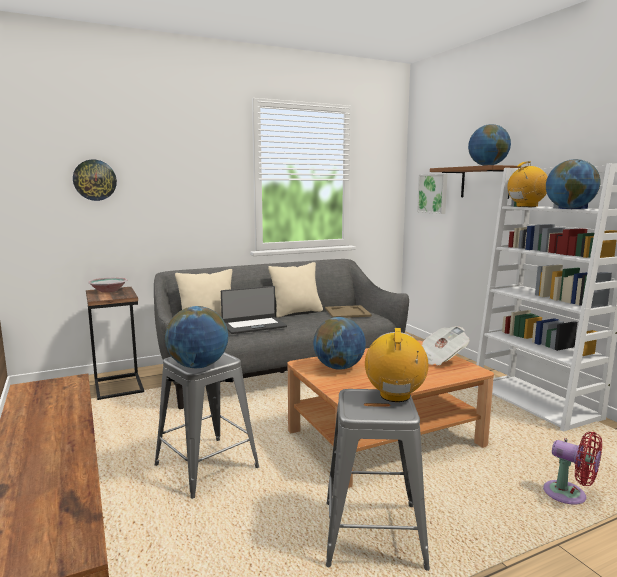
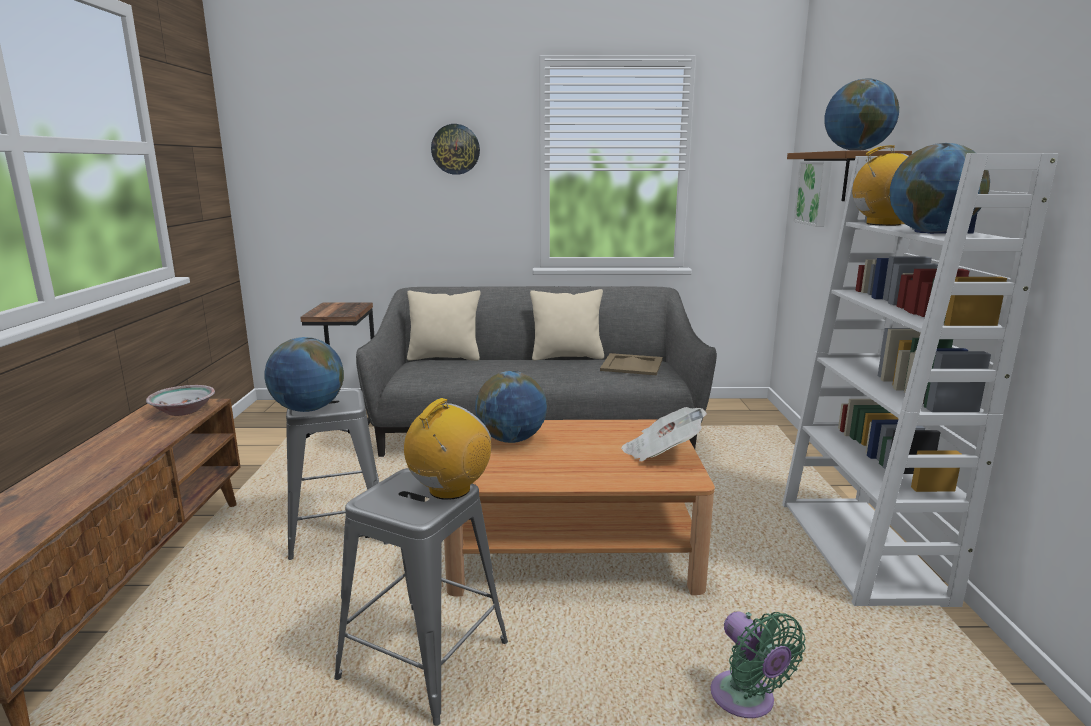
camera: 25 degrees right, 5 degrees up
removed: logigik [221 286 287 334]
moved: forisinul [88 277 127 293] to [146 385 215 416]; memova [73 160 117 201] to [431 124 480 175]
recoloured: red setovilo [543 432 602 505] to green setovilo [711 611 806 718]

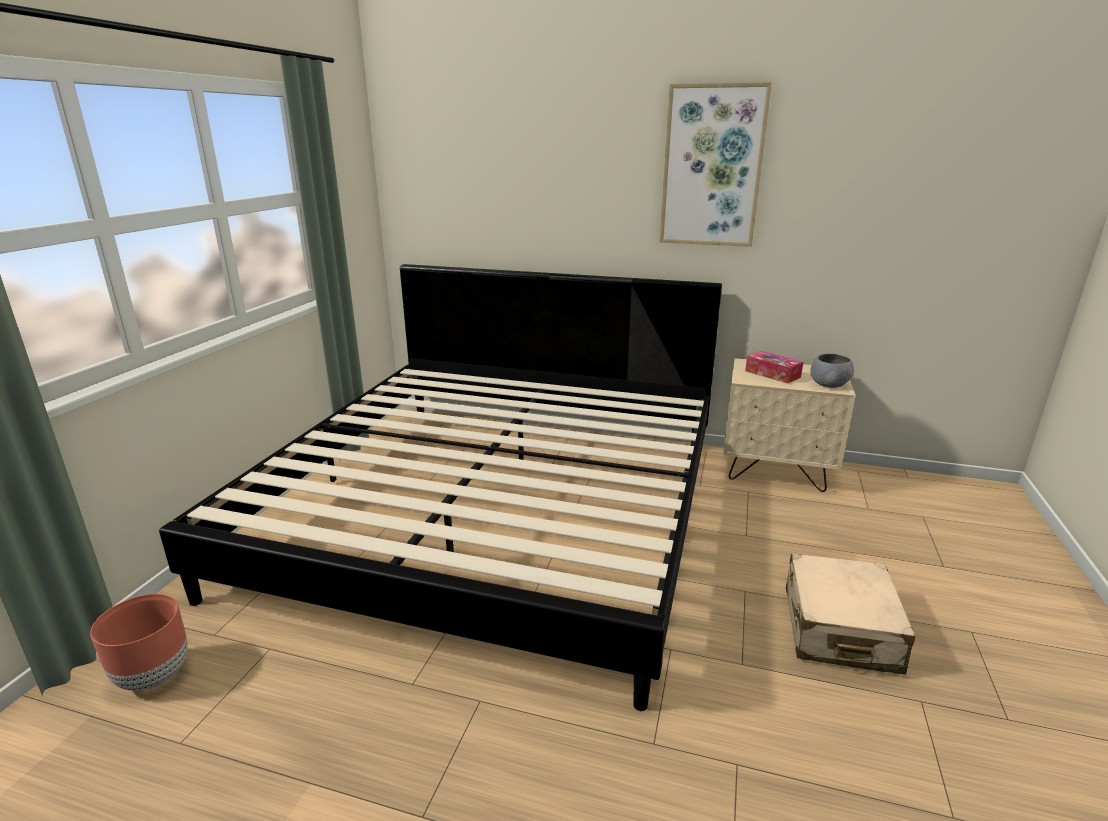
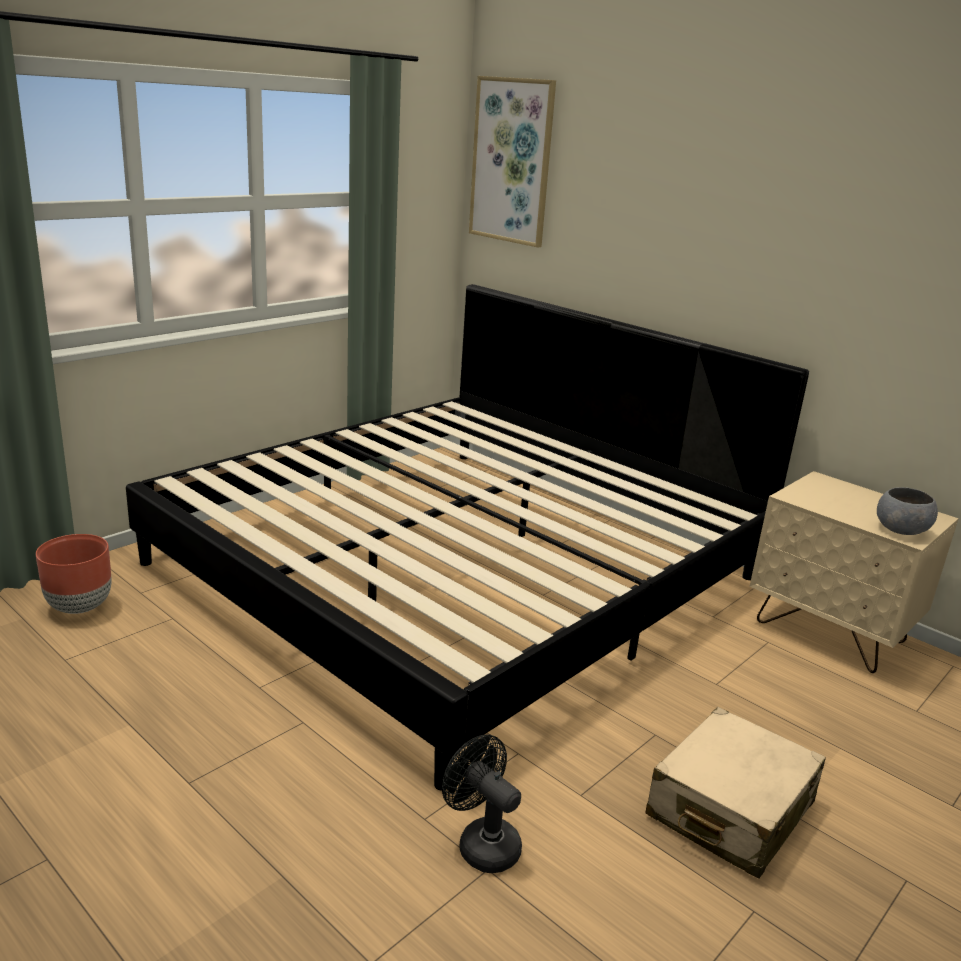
camera: 25 degrees right, 0 degrees up
removed: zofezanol [745 351 803 383]
added: black setovilo [442 735 522 873]
moved: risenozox [660 82 772 247] to [469 76 556 247]

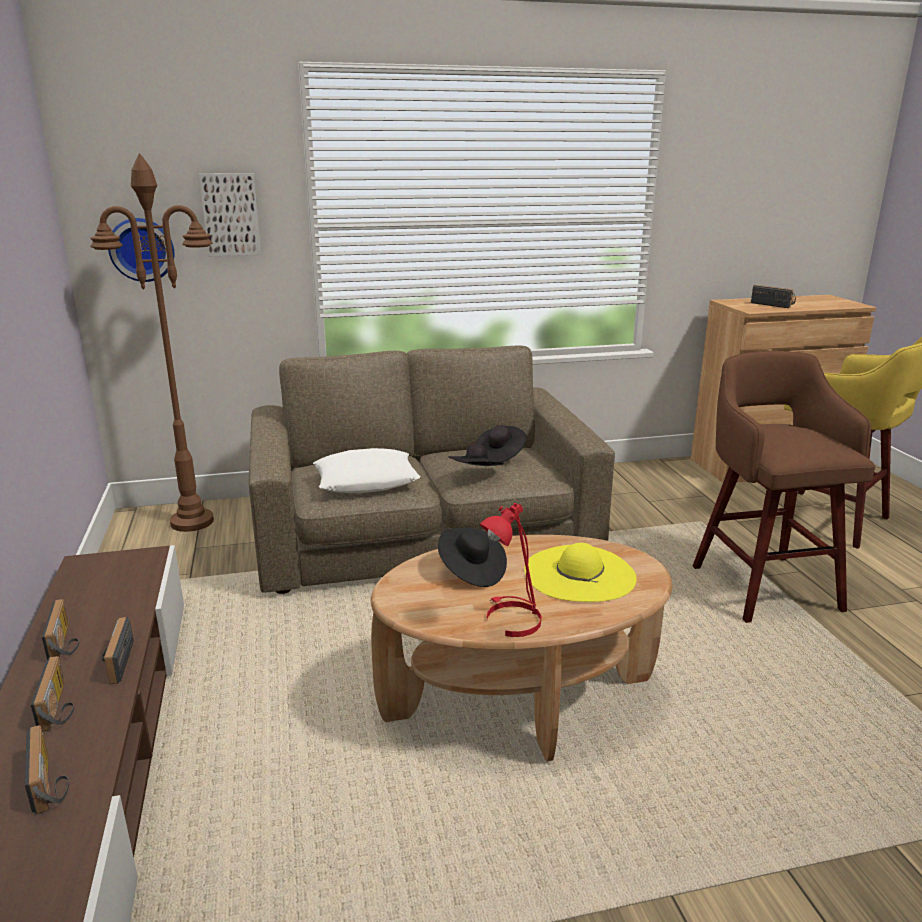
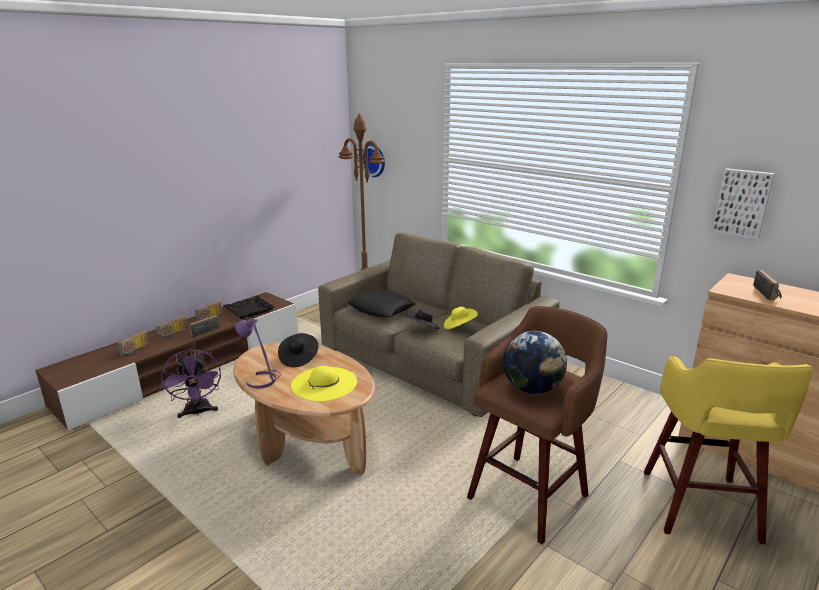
camera: 55 degrees right, 0 degrees up
added: purple setovilo [161 349 221 418]; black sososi [223 296 275 319]; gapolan [503 331 567 394]
moved: risenozox [199 173 261 256] to [712 168 775 240]
recoloured: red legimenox [480 503 542 637] to purple legimenox [235 317 281 389]; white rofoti [313 448 420 493] to black rofoti [348 289 415 317]; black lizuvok [476 425 527 462] to yellow lizuvok [444 307 478 329]

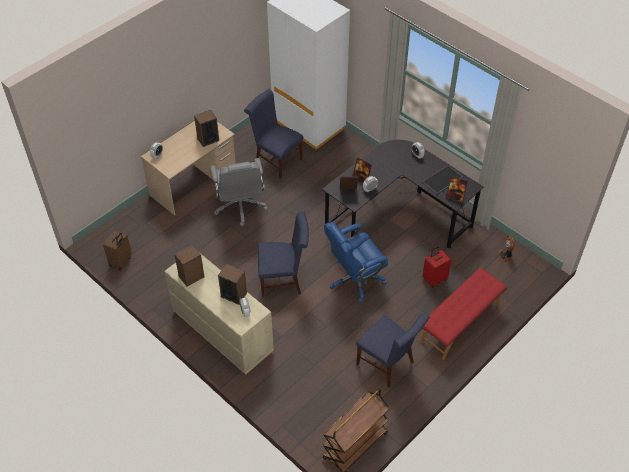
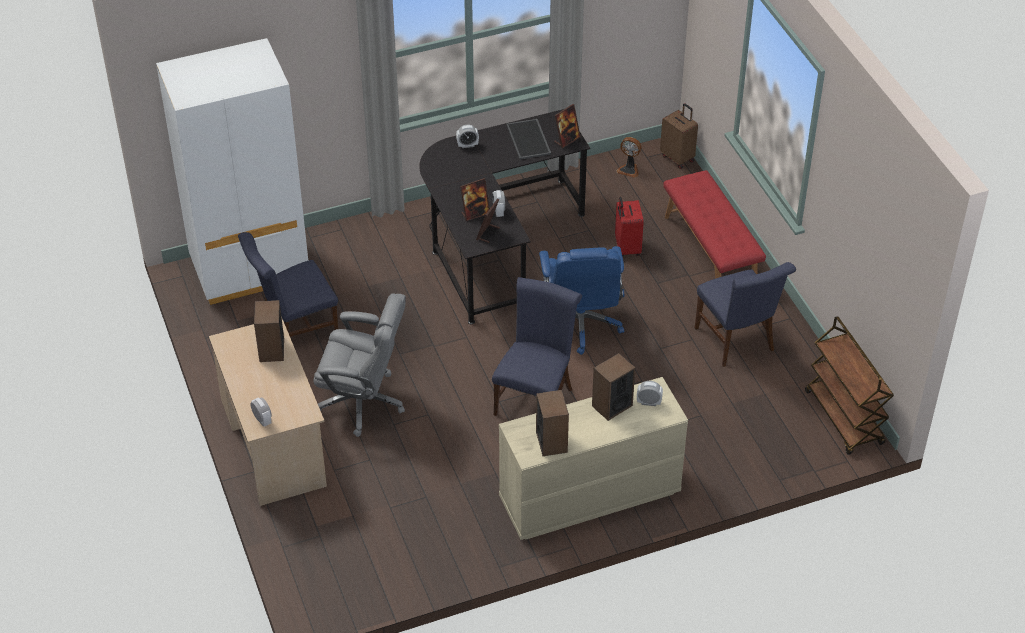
camera: 65 degrees left, 5 degrees down
moved: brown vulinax [103 230 132 270] to [660 103 698 169]
turned: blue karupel [356 314 430 388] = [695 262 796 367] 90 degrees clockwise

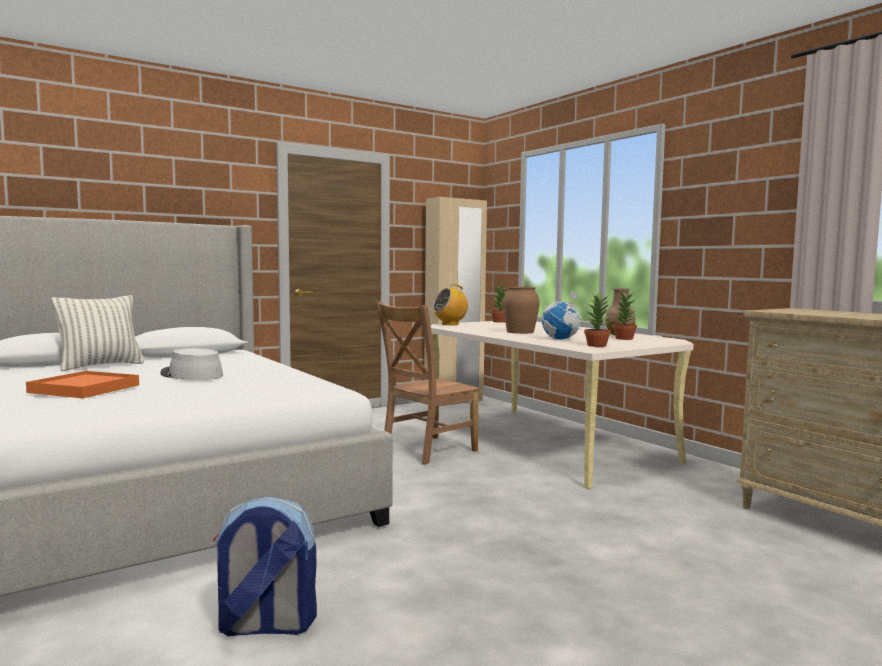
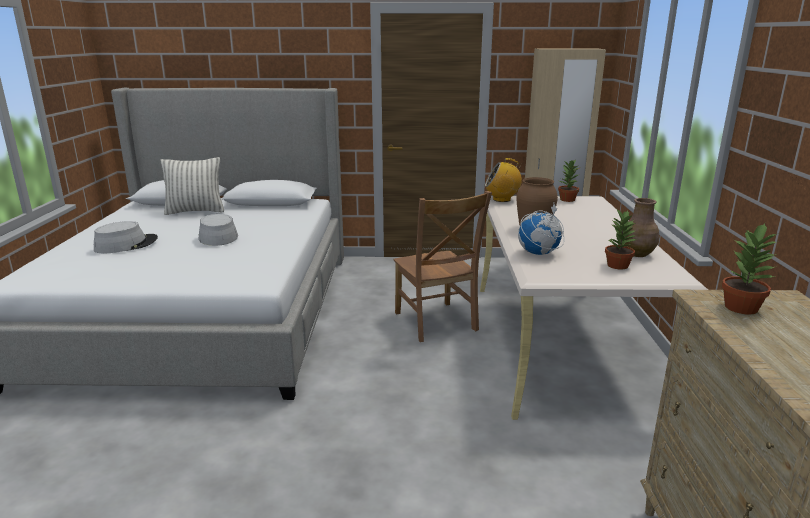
camera: 35 degrees right, 15 degrees up
removed: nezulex [213 496 317 636]
moved: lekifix [584 293 611 347] to [722 223 779 315]
replaced: orange sososi [26 371 139 398] to grey lizuvok [94 221 158 253]
turned: brown karupel [375 302 480 465] = [393 191 492 342] 105 degrees counterclockwise

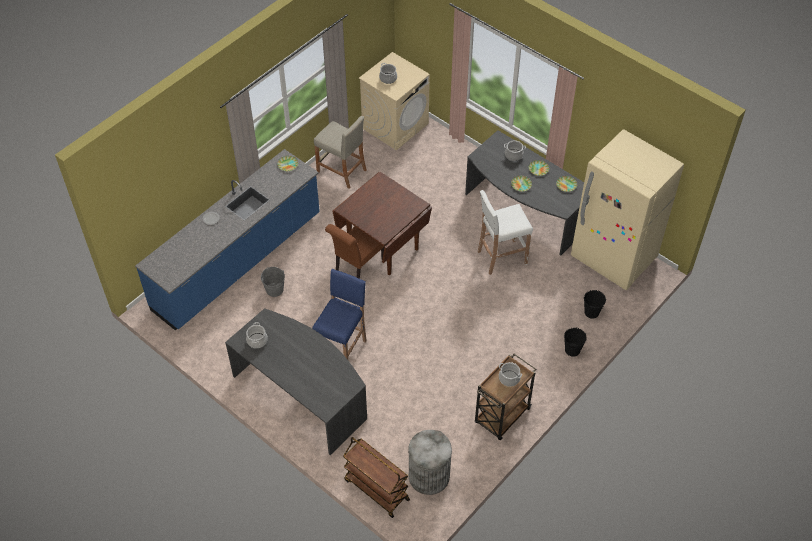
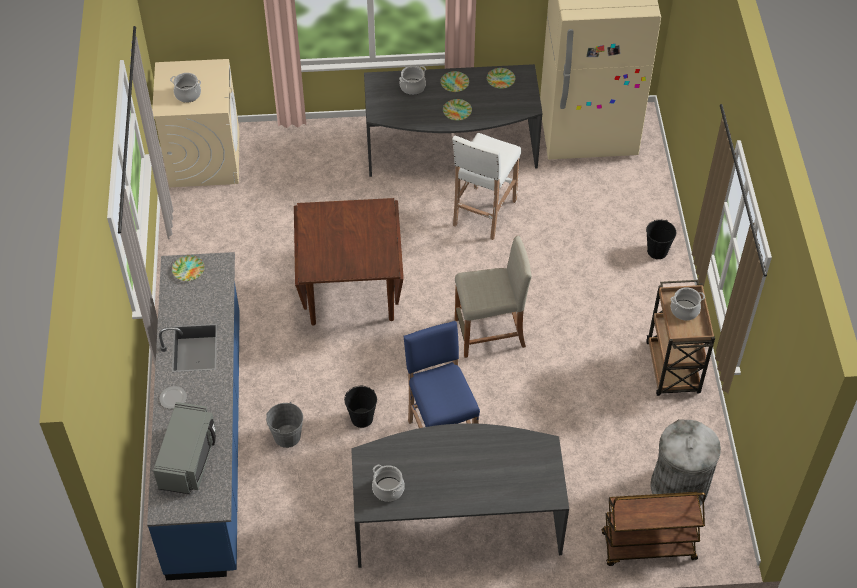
camera: 45 degrees left, 0 degrees up
removed: brown karupel [325 224 385 279]
added: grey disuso [153 402 216 494]
moved: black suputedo [584 290 606 319] to [344 386 377 428]; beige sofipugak [314 115 367 189] to [455 235 532 358]

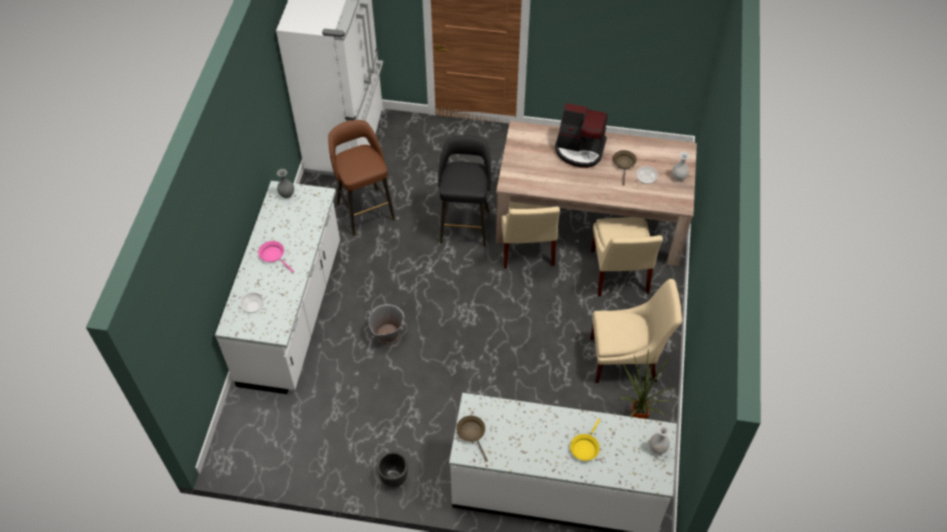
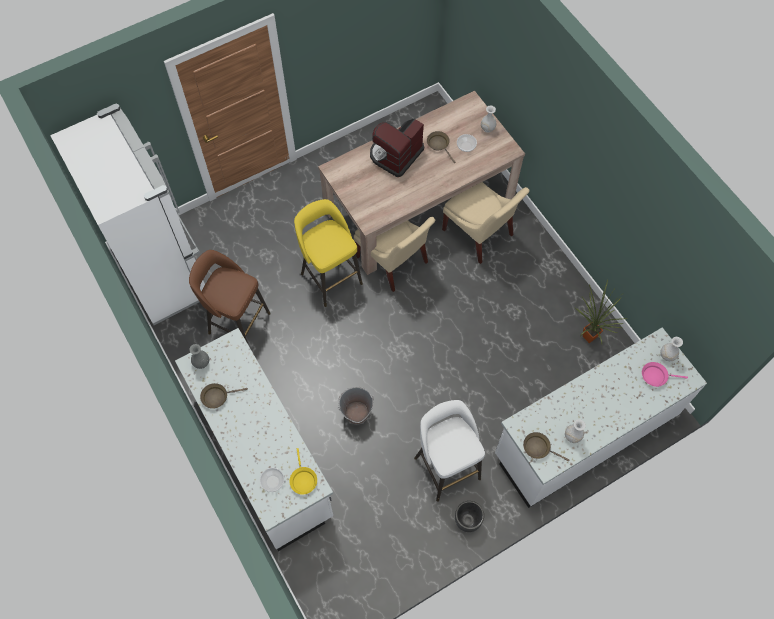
camera: 40 degrees left, 10 degrees up
removed: beige karupel [590 279 682 383]
added: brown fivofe [200 383 248 409]; white sofipugak [414 400 485 502]; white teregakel [565 419 586 443]
moved: yellow fivofe [570 419 600 461] to [289 448 317 495]; pink fivofe [258 241 294 273] to [642 362 688 387]
recoloured: black sofipugak [438 135 491 247] to yellow sofipugak [294 199 363 307]
turned: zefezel [555 103 608 168] = [370 118 424 177] 150 degrees clockwise

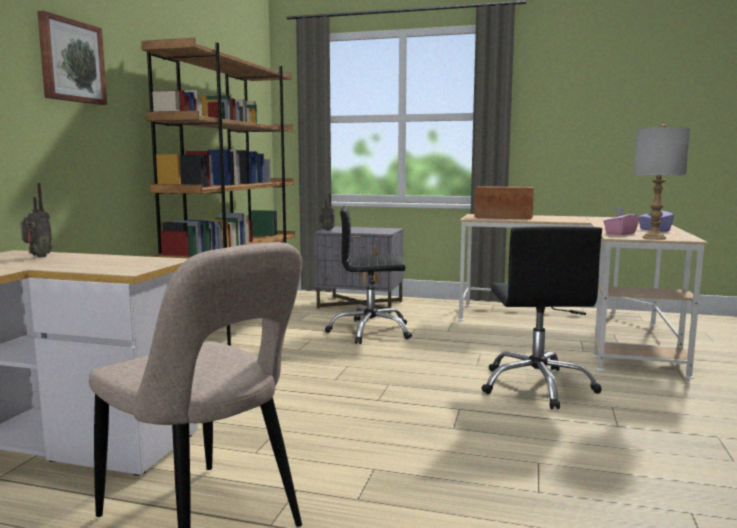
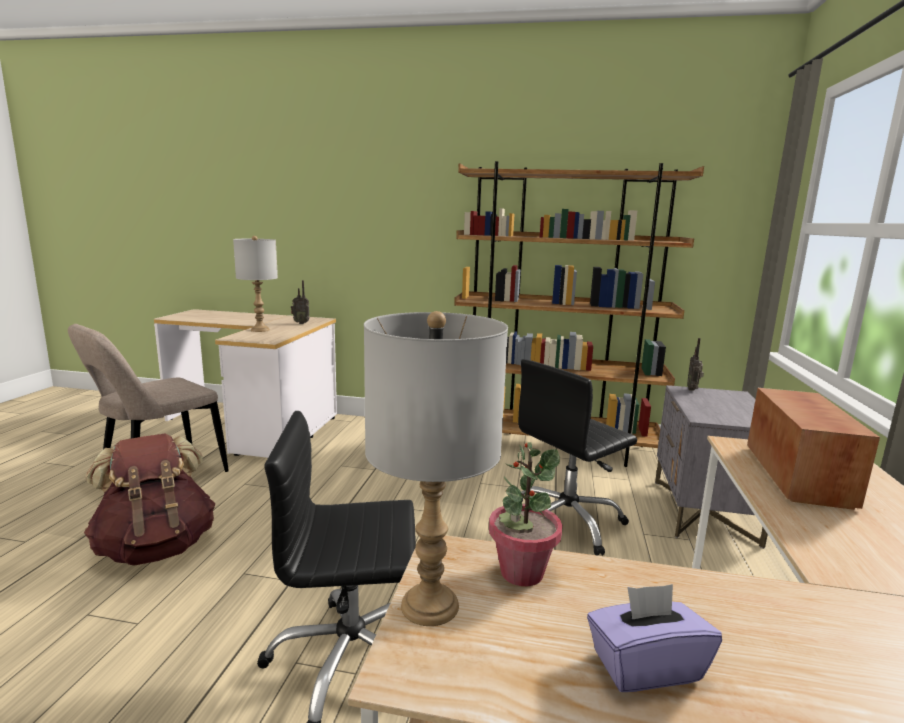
camera: 85 degrees right, 5 degrees up
removed: risenozox [37 11 107 105]
added: brown nezulex [84 433 215 566]; grey legimenox [233 236 278 332]
replaced: pink zofezanol [603 207 640 235] to lekifix [489 442 563 586]
turned: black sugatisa [325 206 412 344] = [518 359 637 556] 120 degrees counterclockwise

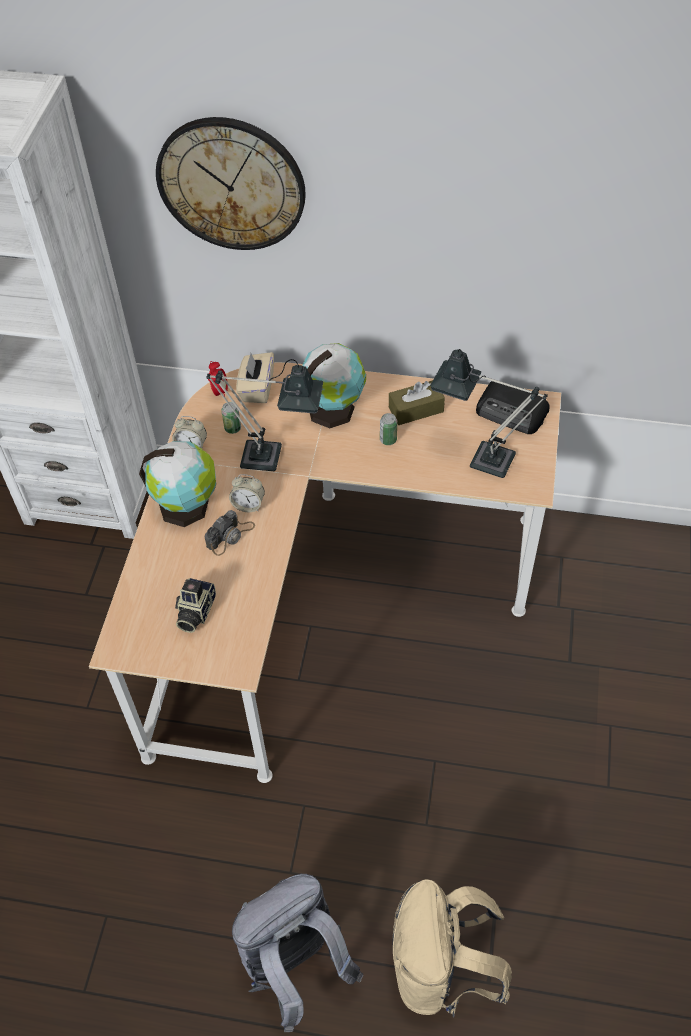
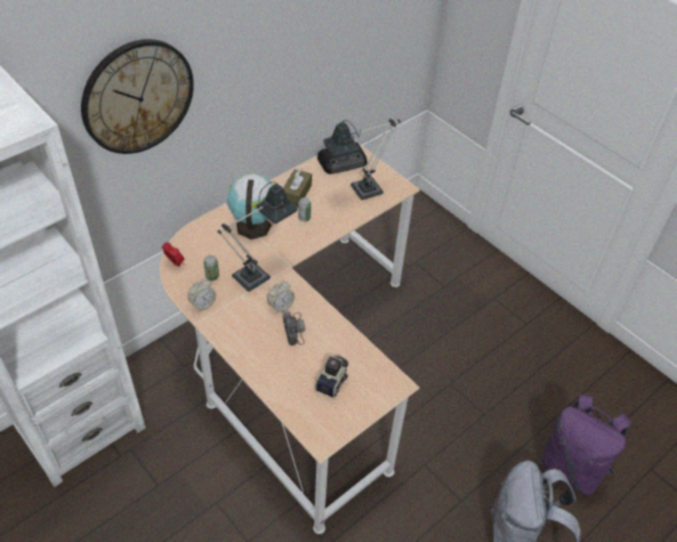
camera: 55 degrees left, 5 degrees down
removed: gapolan [139 441 216 527]; beige zofezanol [236 352 274 403]
recoloured: beige nezulex [393 880 512 1017] to purple nezulex [540 394 632 495]
turned: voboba [175 578 216 633] = [316 355 349 398] 120 degrees counterclockwise

